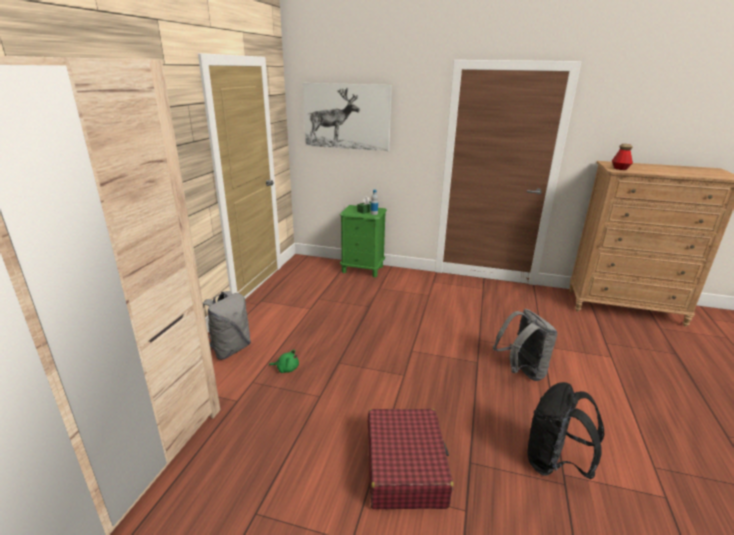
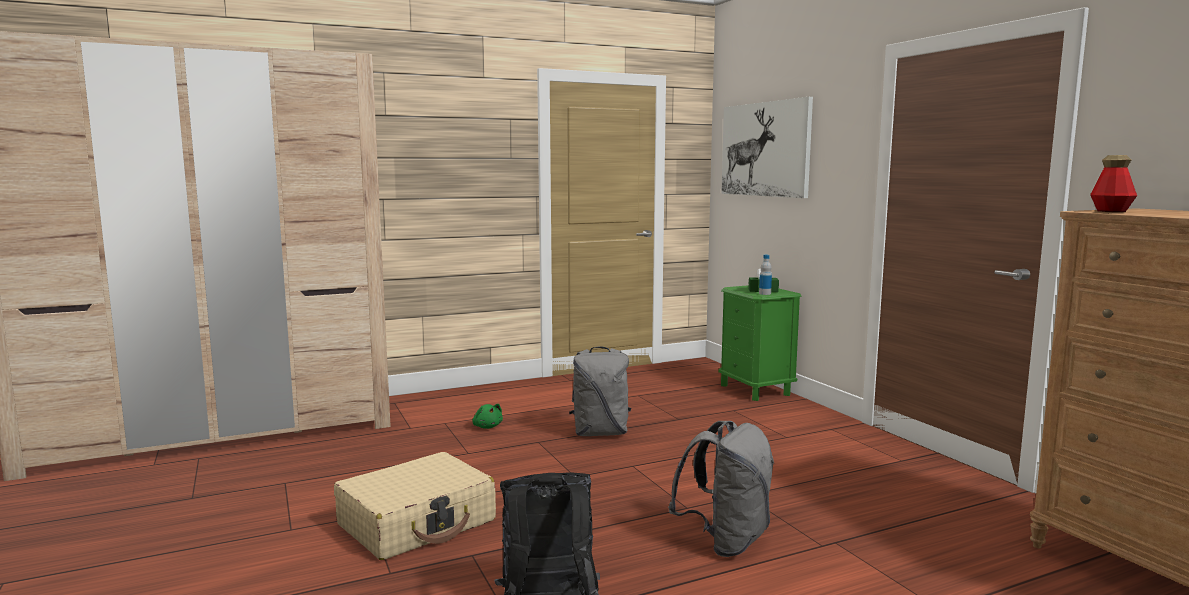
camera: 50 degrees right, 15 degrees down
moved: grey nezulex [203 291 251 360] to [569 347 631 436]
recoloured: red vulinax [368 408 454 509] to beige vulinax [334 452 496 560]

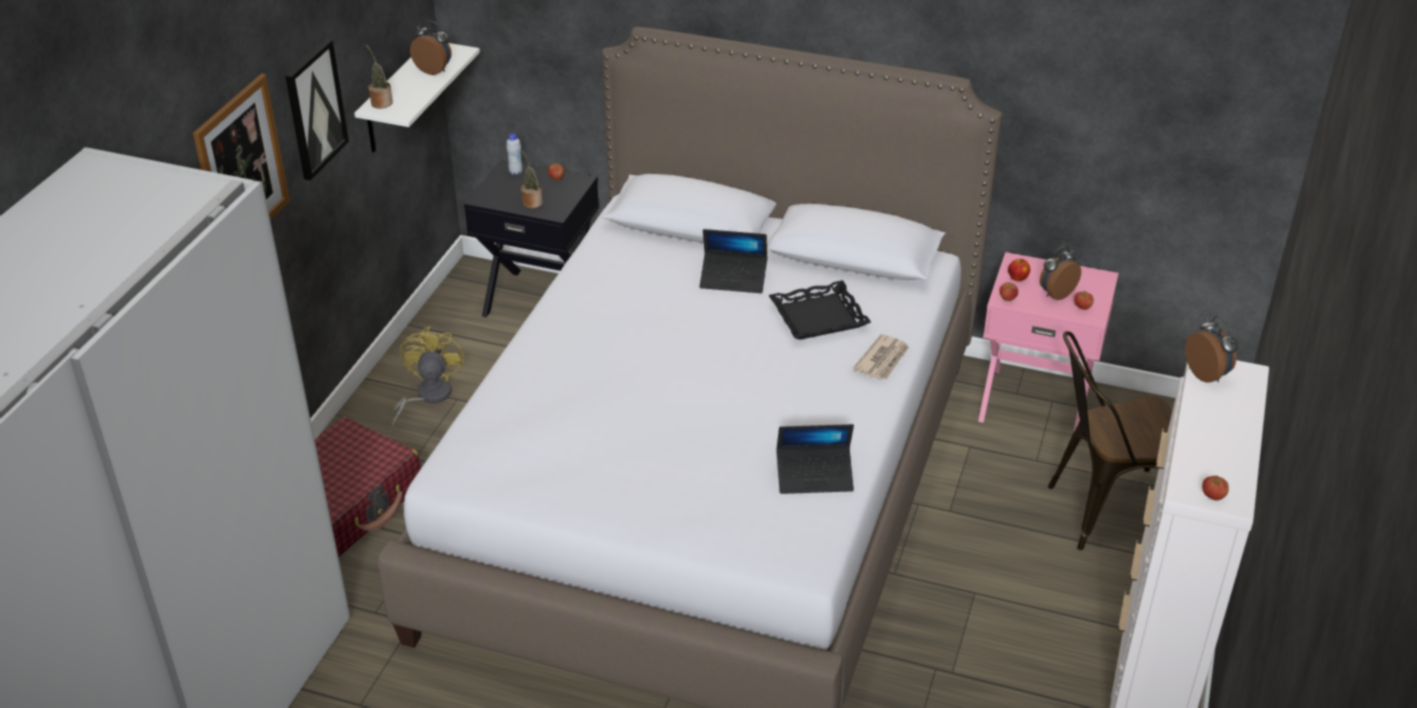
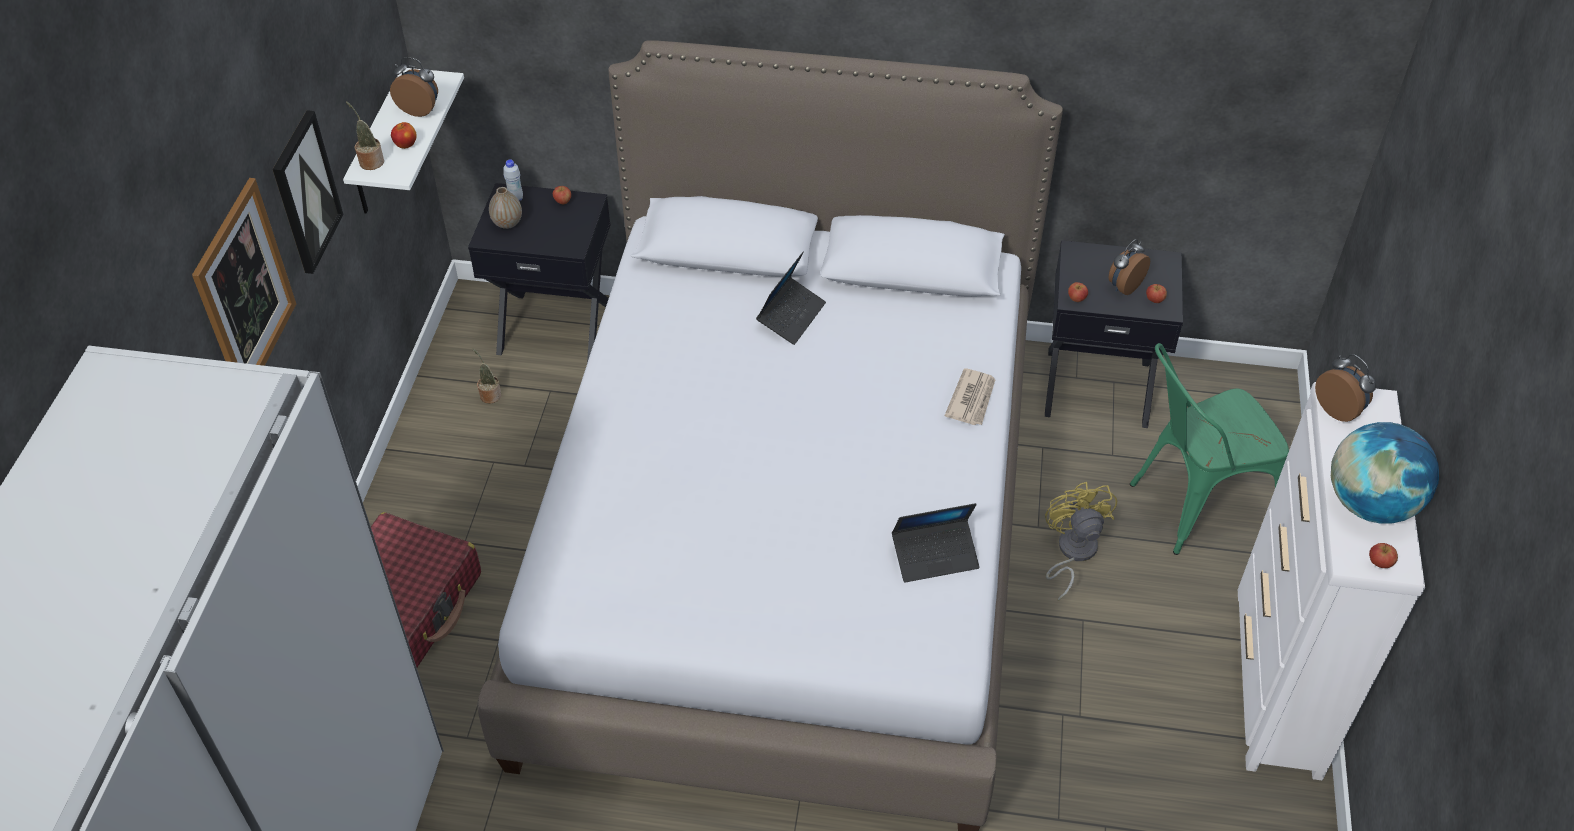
camera: 10 degrees left, 10 degrees up
removed: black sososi [769 280 871 340]
added: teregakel [489 187 522 229]; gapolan [1331 422 1439 524]
moved: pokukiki [1008 259 1030 281] to [391 122 417 149]; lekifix [521 150 543 208] to [472 349 501 404]; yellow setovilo [392 326 464 427] to [1045 482 1117 601]
recoloured: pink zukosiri [978 252 1119 433] to black zukosiri [1045 240 1183 428]; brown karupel [1048 331 1172 550] to green karupel [1130 343 1289 555]
turned: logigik [699 229 767 293] = [756 251 826 345] 60 degrees counterclockwise

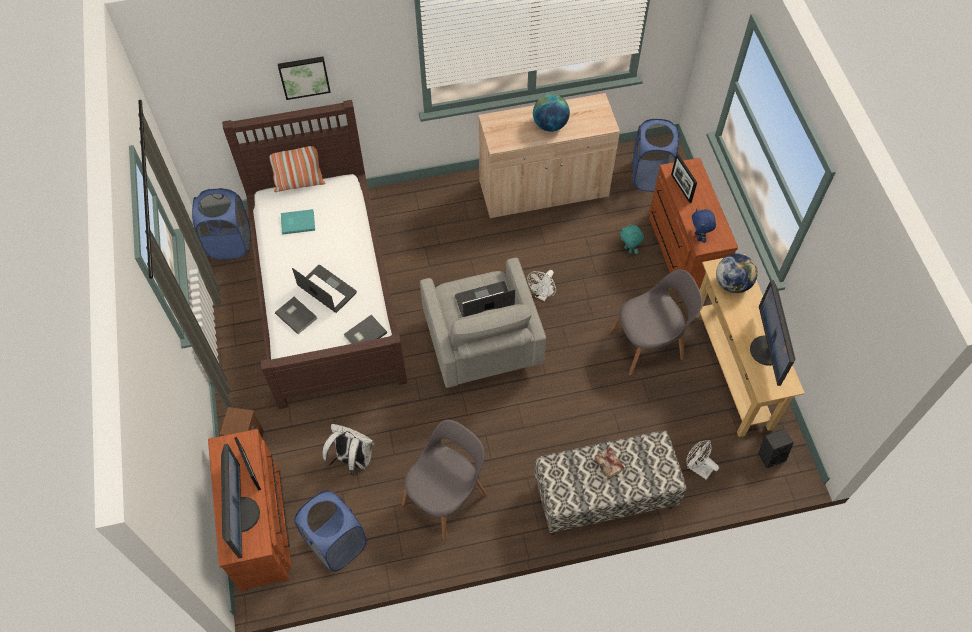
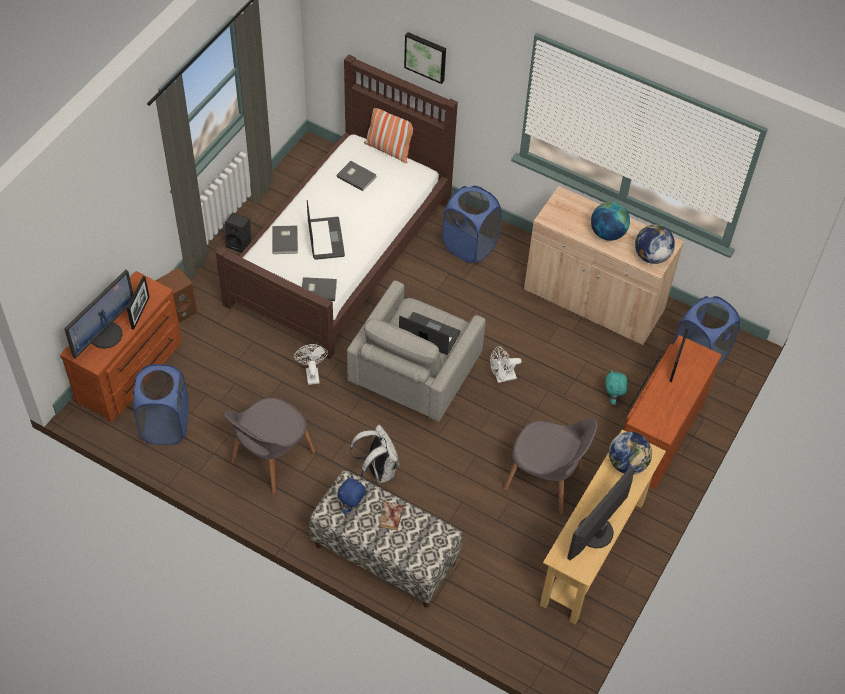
camera: 40 degrees right, 5 degrees down
added: gapolan [635 224 675 264]
moved: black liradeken [758 428 794 468] to [225 212 251 253]; white setovilo [686 440 719 480] to [294 344 328 385]; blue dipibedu [692 208 716 243] to [337 476 366 514]; white nezulex [322 424 375 476] to [350 425 400 483]; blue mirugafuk [192 188 250 260] to [442 186 502 263]
recoloured: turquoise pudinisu [281 209 315 234] to grey pudinisu [336 161 377 191]
turned: grey karupel [402 420 487 541] = [224 398 315 494] 135 degrees clockwise

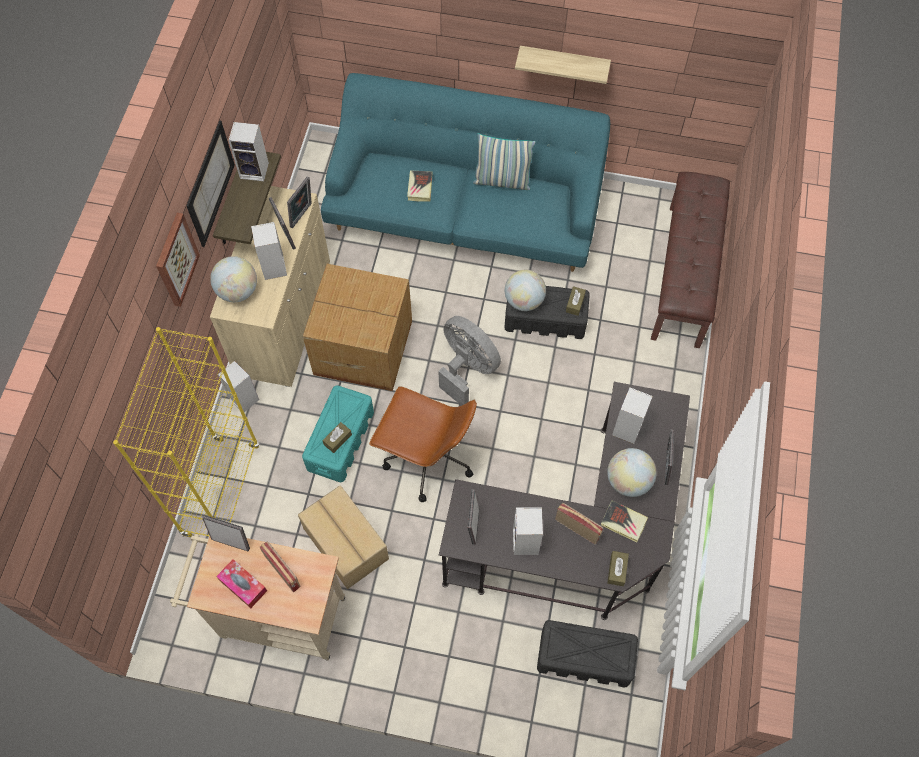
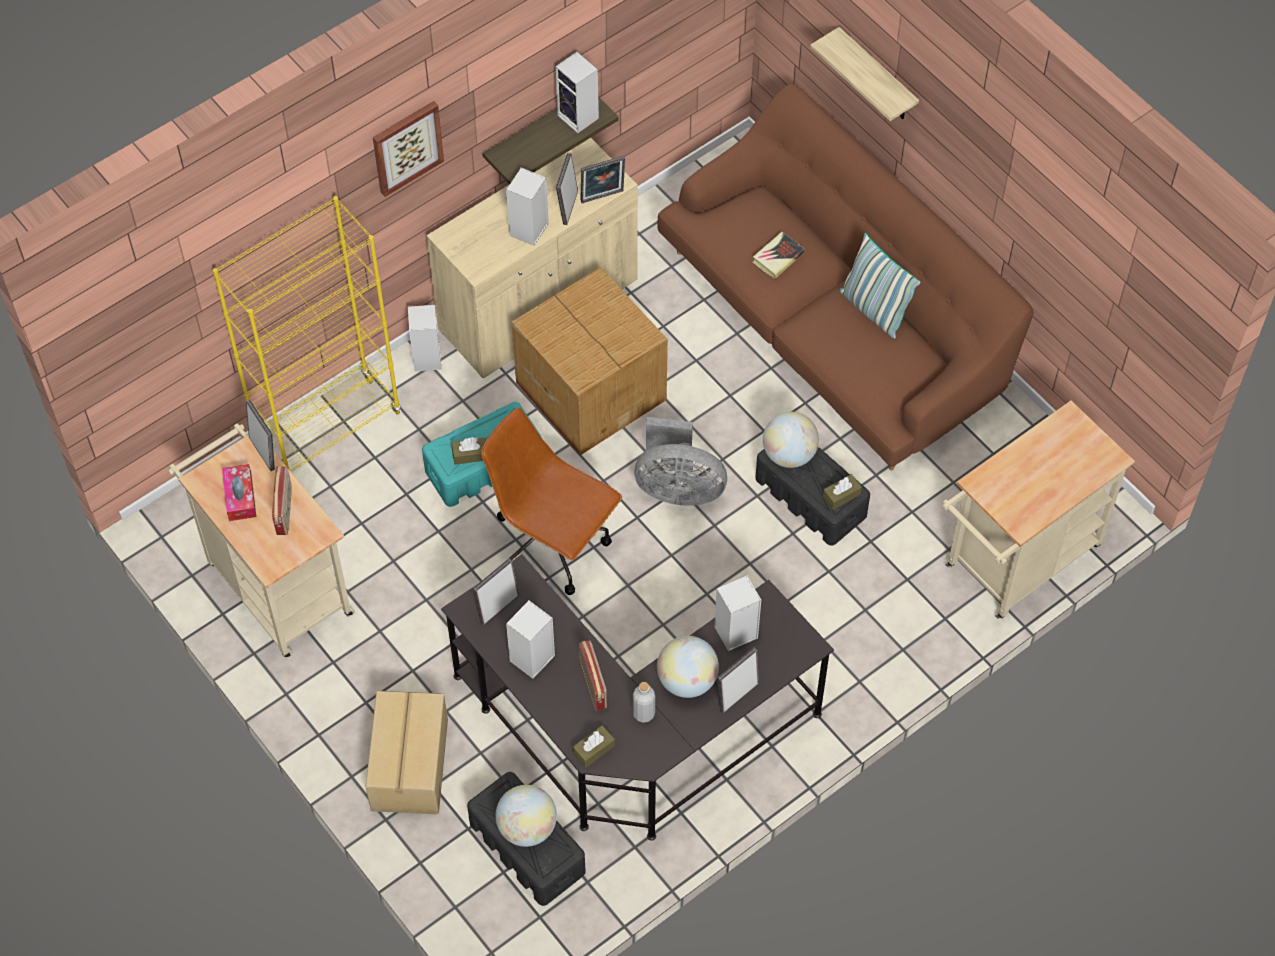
camera: 40 degrees right, 5 degrees down
removed: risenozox [187 120 235 247]
moved: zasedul [298 485 389 589] to [365 691 448 814]; gapolan [210 256 257 302] to [495 785 557 847]; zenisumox [515 46 611 84] to [811 27 919 121]
replaced: pudinisu [601 500 648 542] to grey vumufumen [633 682 655 723]; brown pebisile [651 172 730 348] to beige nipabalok [943 400 1135 619]
recoloured: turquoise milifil [321 73 610 272] to brown milifil [658 83 1033 470]
turned: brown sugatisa [369 386 477 502] = [481 408 622 595] 150 degrees clockwise; grey setovilo [438 316 501 406] = [634 417 727 506] 105 degrees clockwise

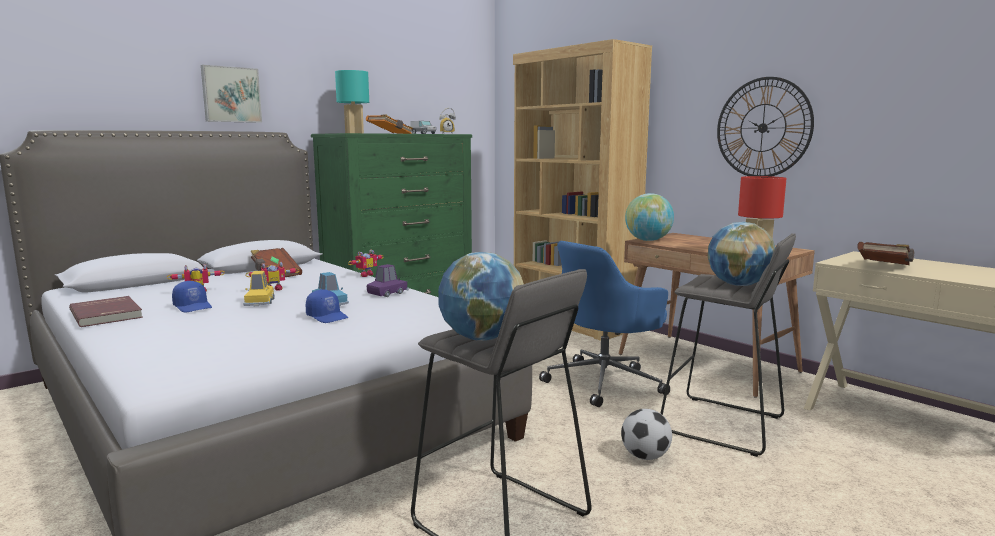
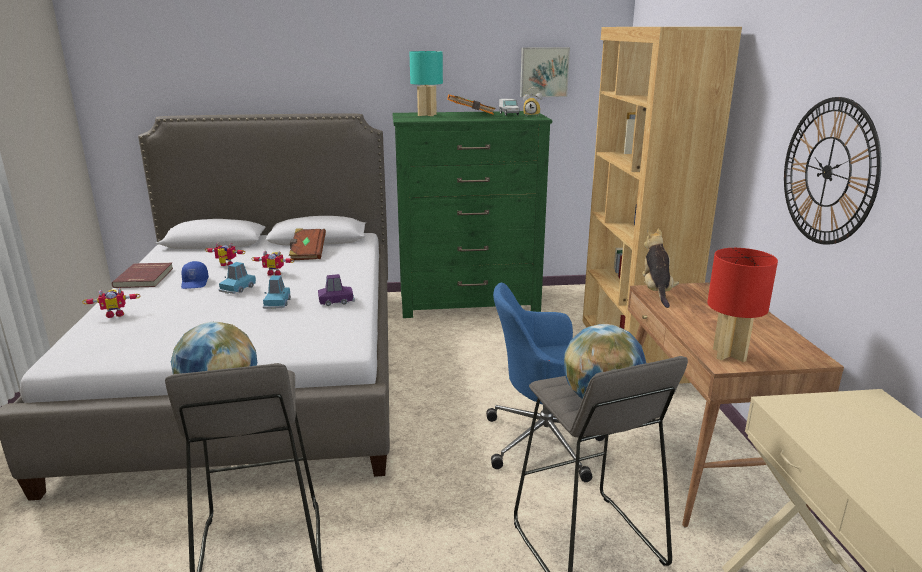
camera: 35 degrees right, 10 degrees up
removed: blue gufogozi [306 289 349 323]; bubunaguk [621 409 672 460]; brown pudinisu [857 242 914 265]
moved: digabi [348 249 383 277] to [82 288 141 318]; risenozox [201 65 262 123] to [520 47 570 97]
replaced: gapolan [625 193 674 241] to dipibedu [642 228 679 308]
recoloured: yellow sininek [243 271 274 306] to blue sininek [218 262 256 294]

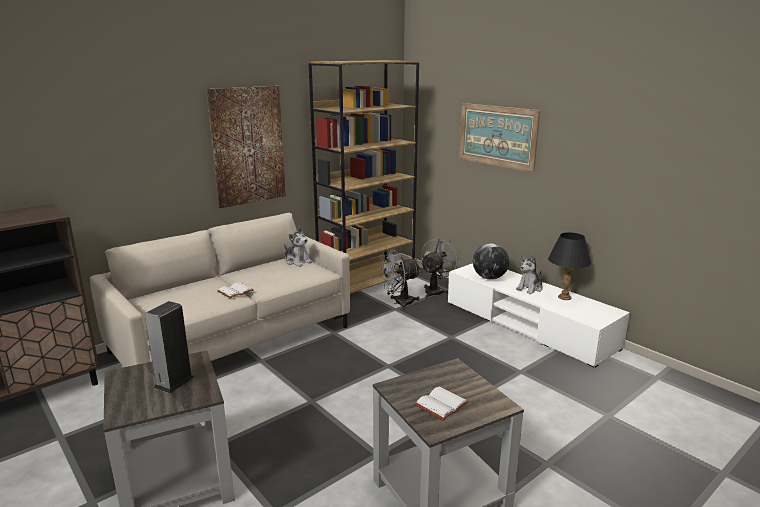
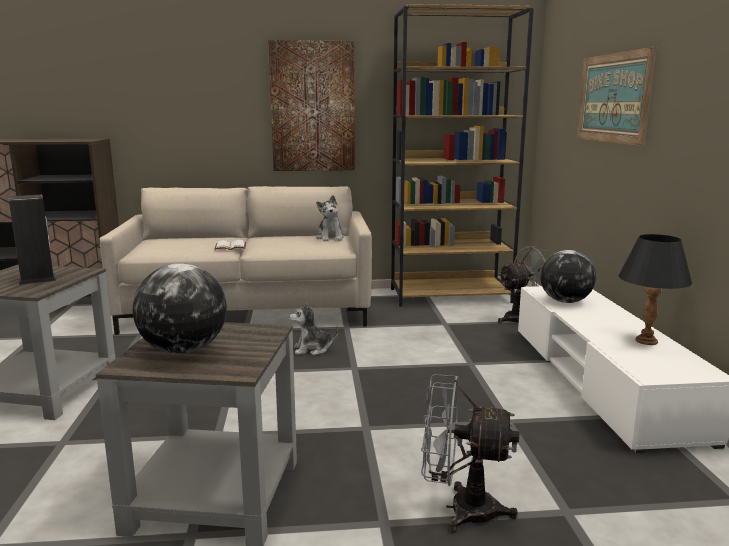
camera: 35 degrees right, 5 degrees down
moved: dipibedu [516 255 543 294] to [289 303 338 355]; grey setovilo [379 250 421 310] to [421 374 519 533]
replaced: white pudinisu [414 386 469 420] to gapolan [133 263 227 354]

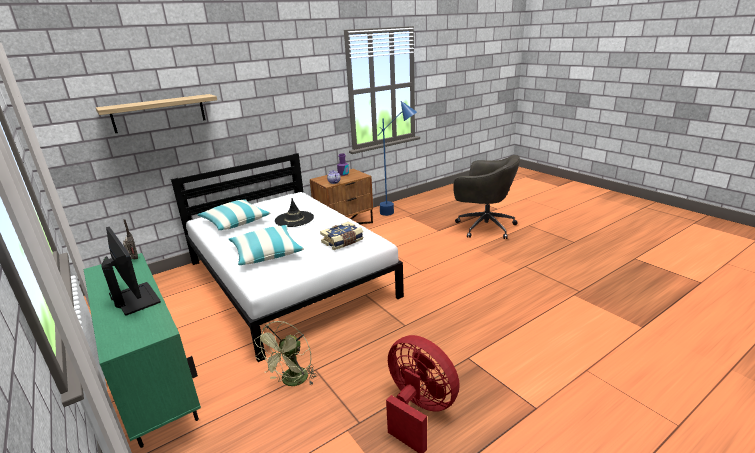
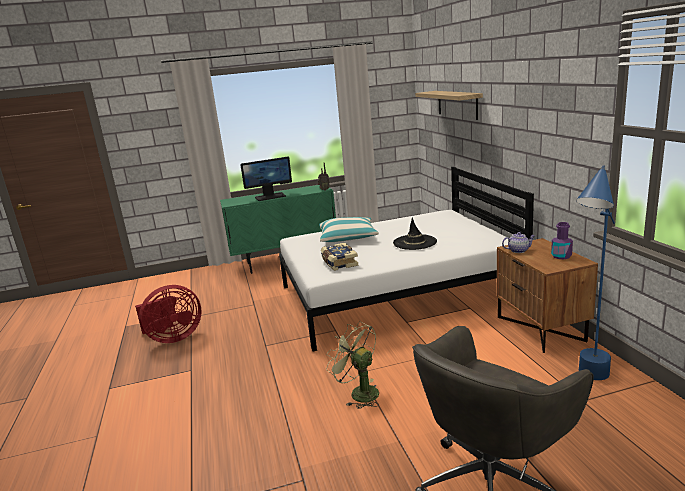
camera: 110 degrees right, 5 degrees down
removed: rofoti [197 199 270 230]
moved: green setovilo [254 321 317 386] to [326 321 379 409]

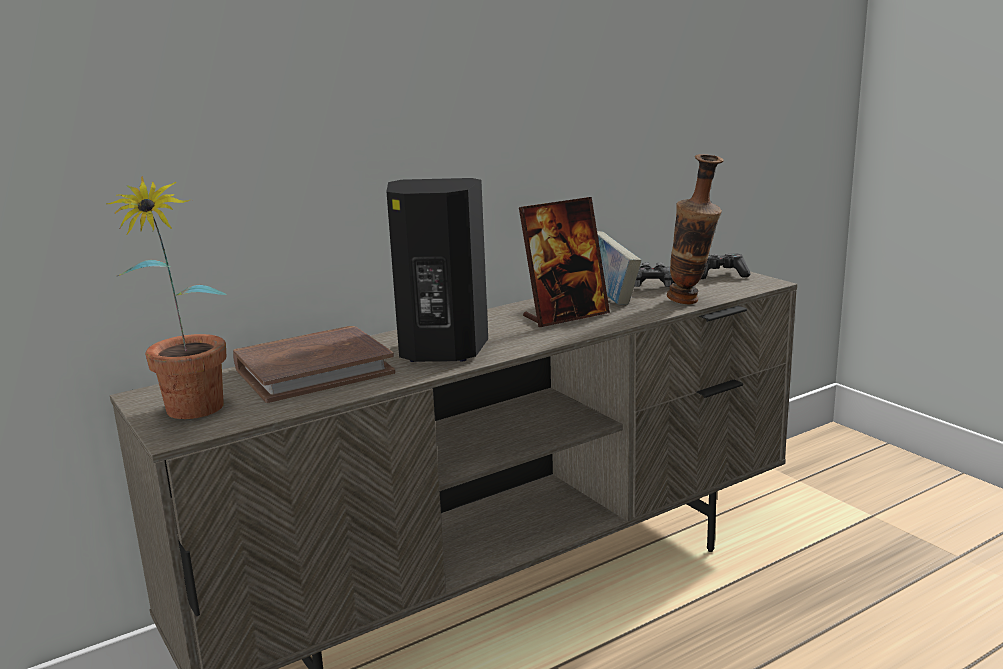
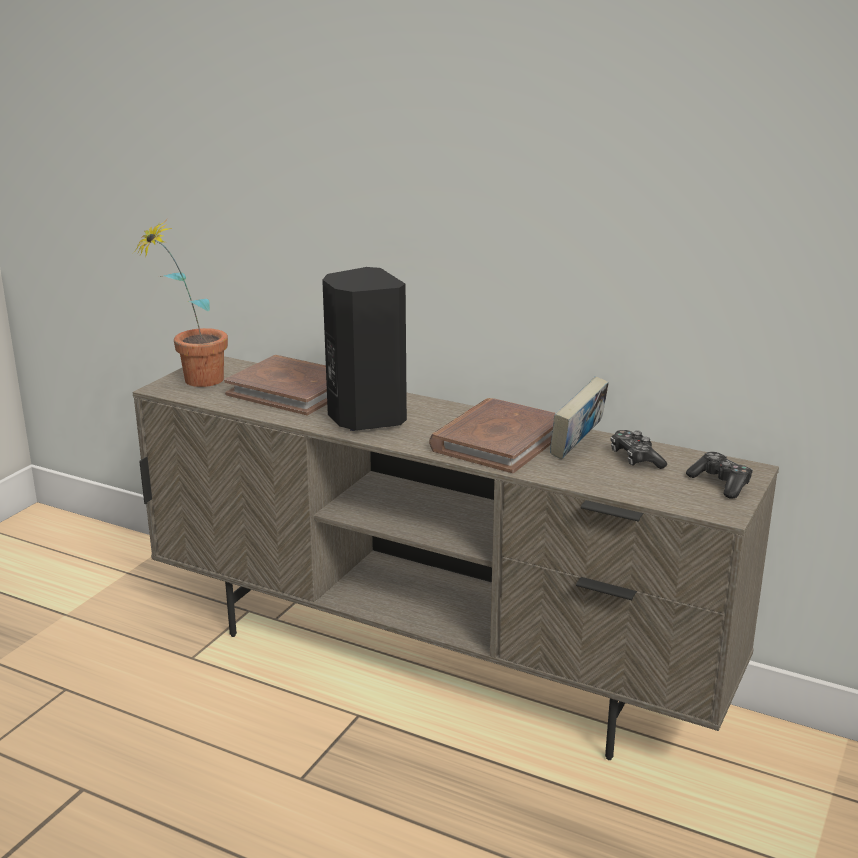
camera: 60 degrees right, 5 degrees up
removed: teregakel [667 154 724 304]
replaced: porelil [519 197 610 327] to brown pudinisu [429 398 555 473]

